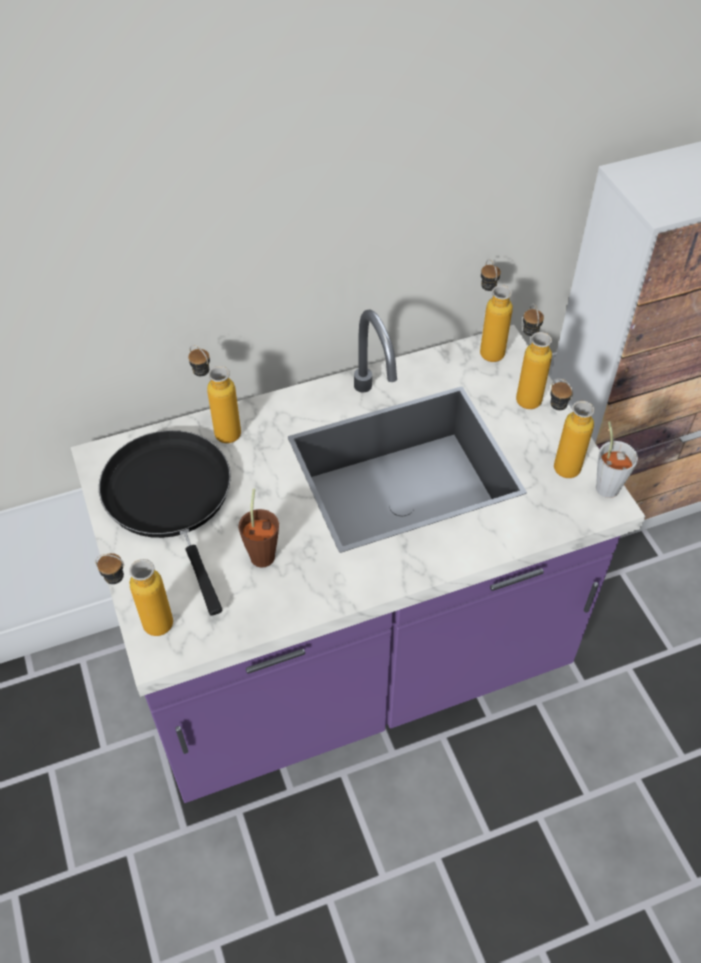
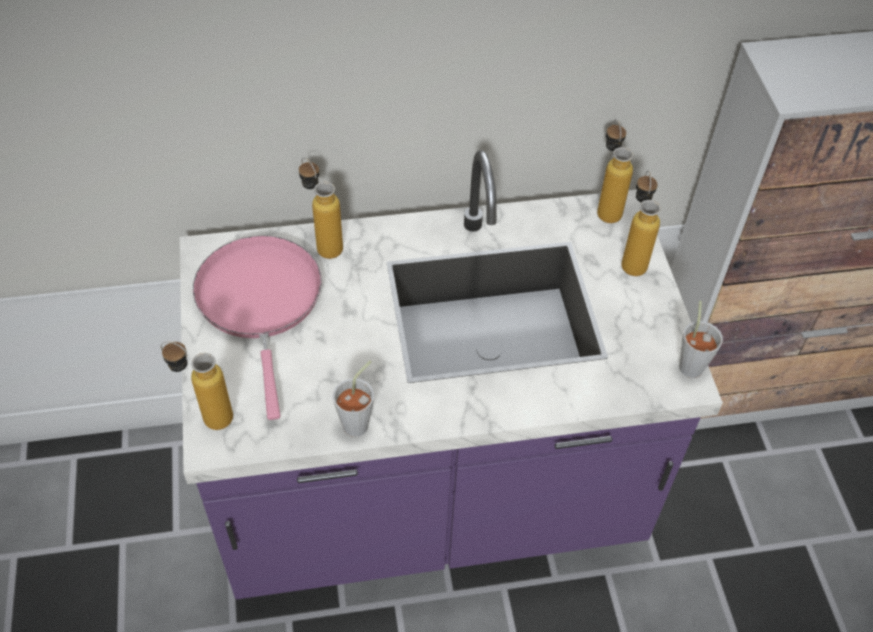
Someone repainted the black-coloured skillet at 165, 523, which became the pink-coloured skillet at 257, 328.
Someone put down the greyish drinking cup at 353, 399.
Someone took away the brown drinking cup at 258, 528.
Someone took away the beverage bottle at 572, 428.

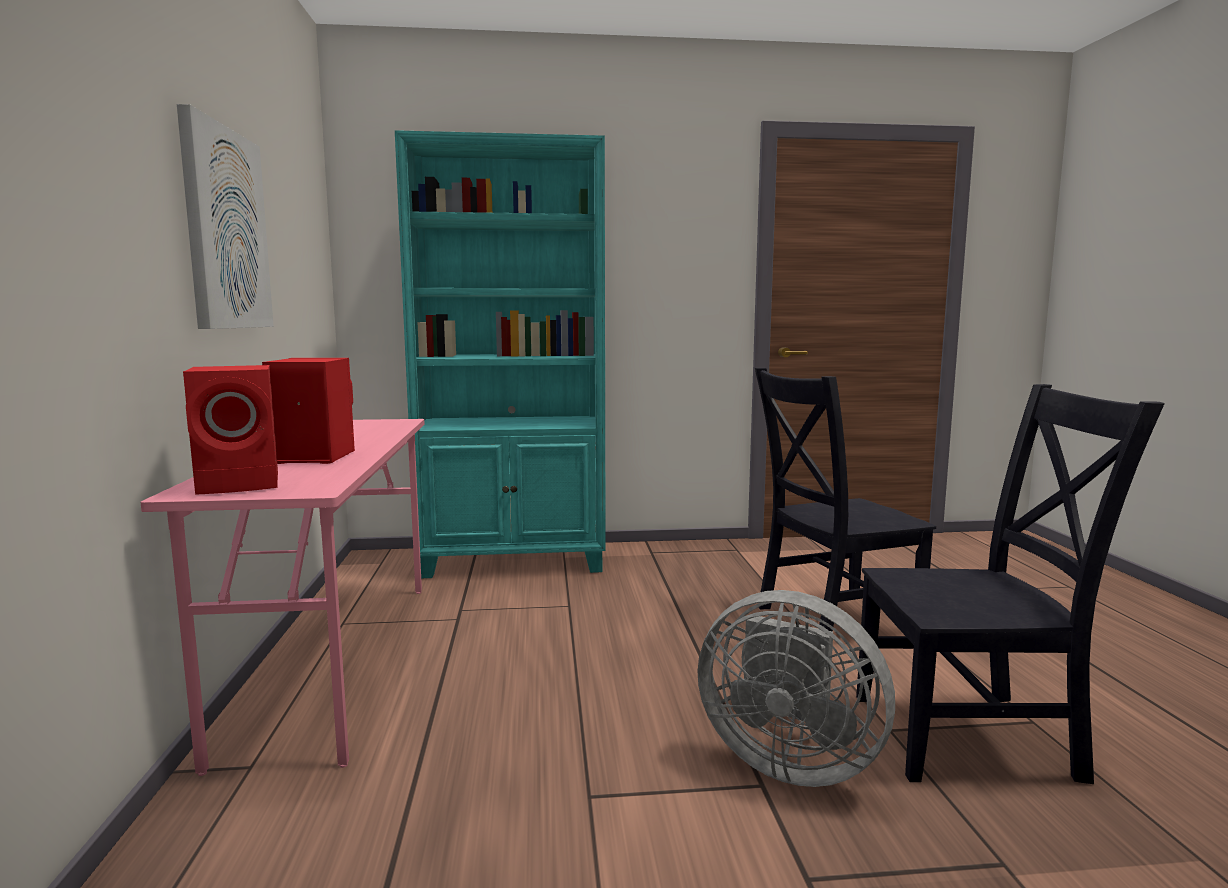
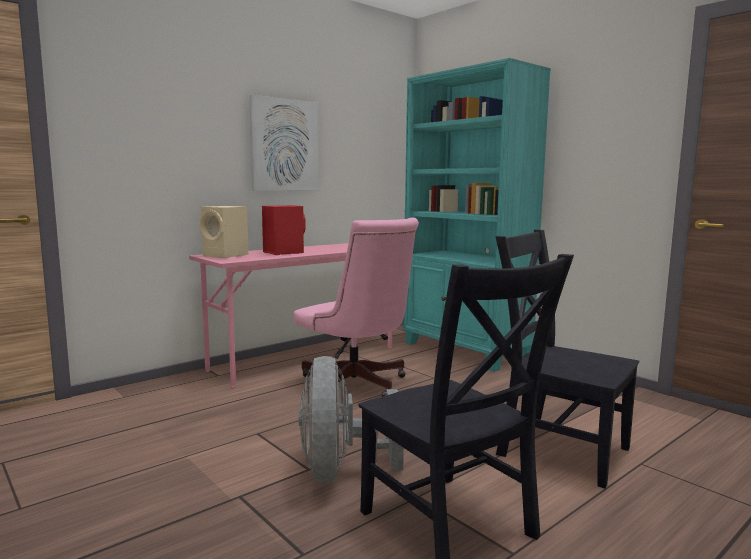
Someone repainted the red loudspeaker at 230, 430, which became the beige-coloured loudspeaker at 224, 232.
Someone put down the pink-coloured computer chair at 356, 307.

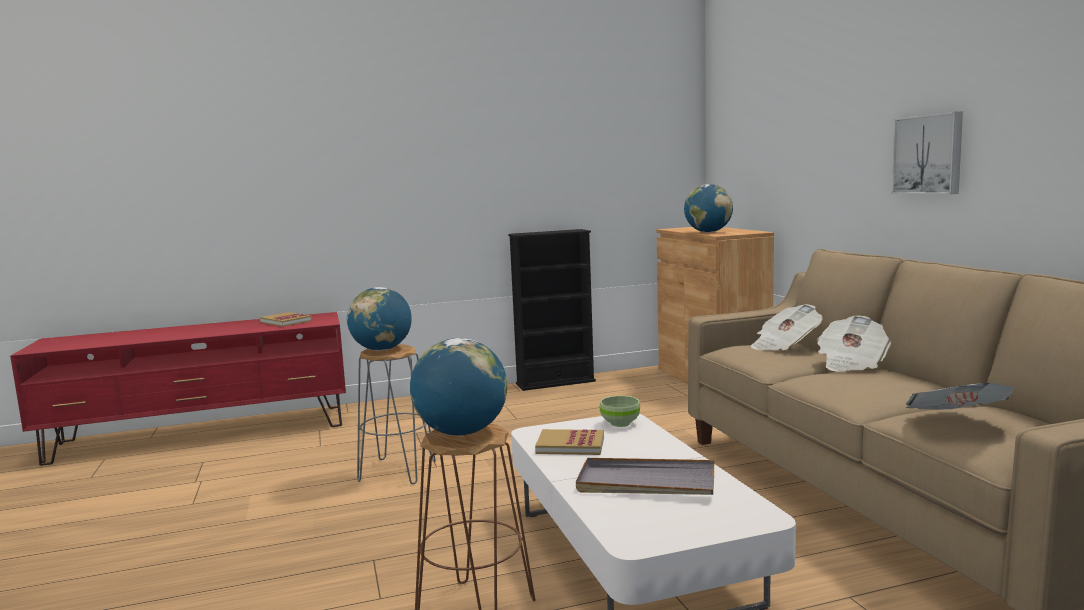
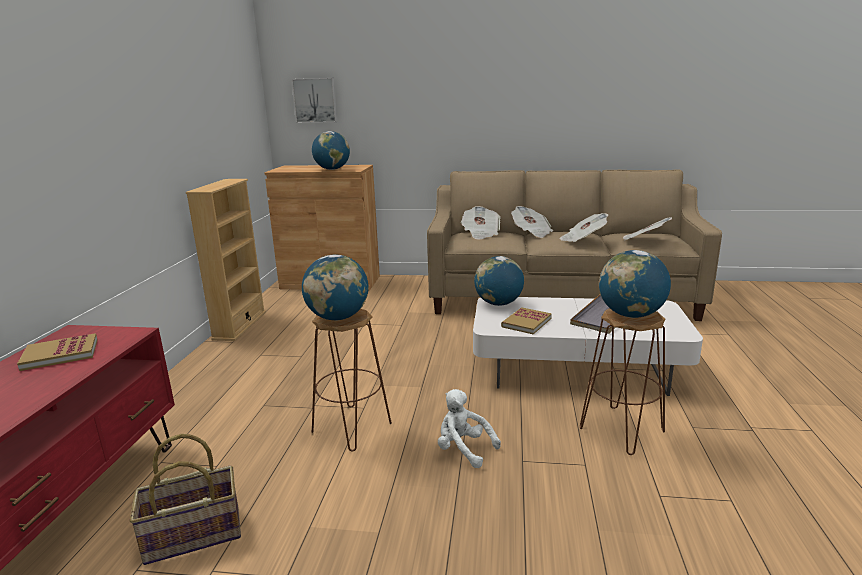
Someone put down the basket at 185, 499.
Someone repainted the black-coloured shelving unit at 552, 310, which became the beige-coloured shelving unit at 226, 260.
Someone carried the wall picture from 927, 153 to 314, 100.
Someone repainted the greyish stool at 396, 414, which became the brown stool at 352, 380.
Someone put down the white cuddly toy at 469, 428.
Someone swapped the greenish bowl at 620, 411 for the desk globe at 499, 281.
Someone put down the newspaper at 584, 227.

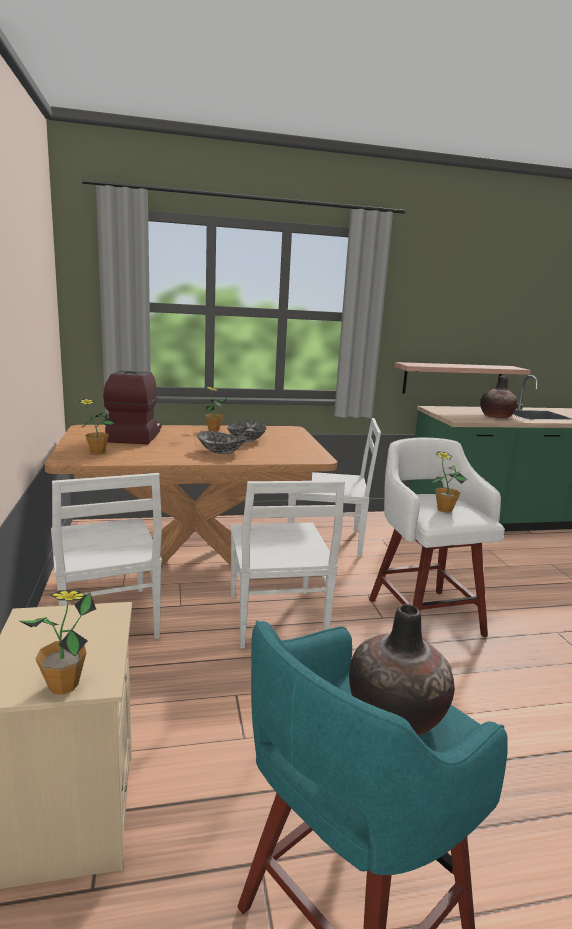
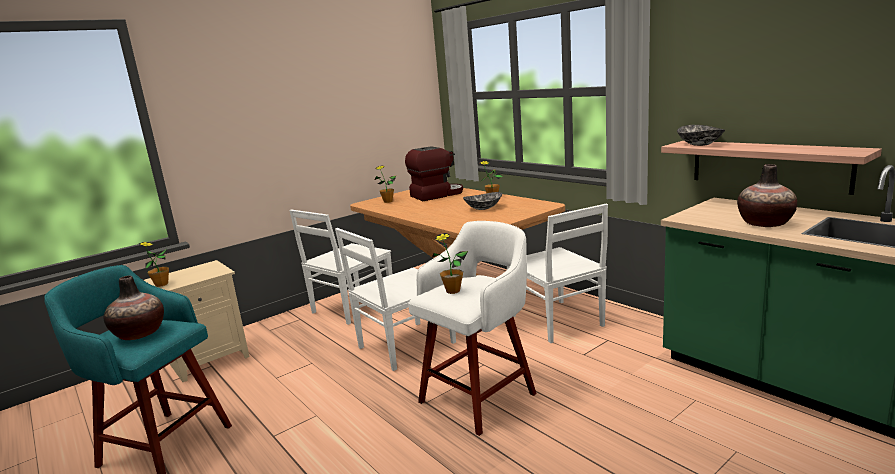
Someone carried the bowl from 221, 442 to 701, 135.

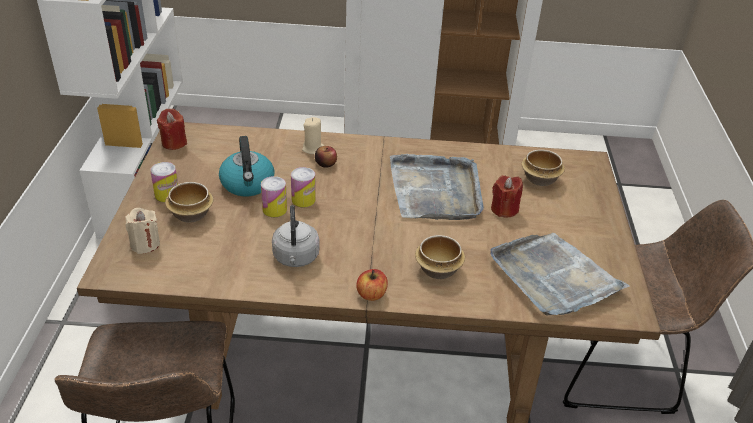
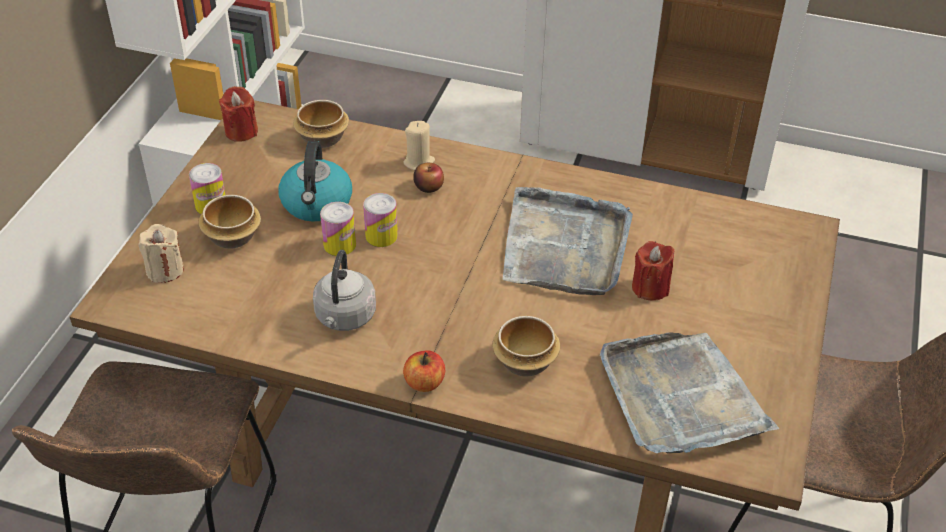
Someone carried the bowl from 543, 167 to 321, 124.

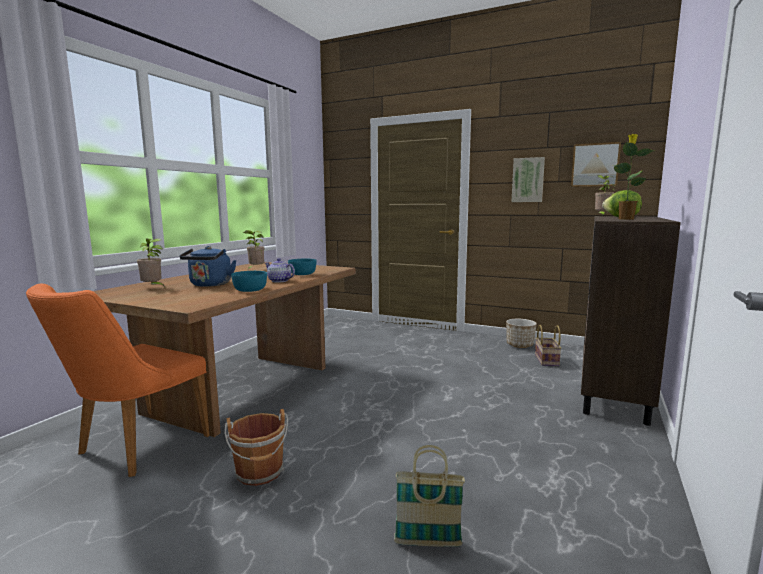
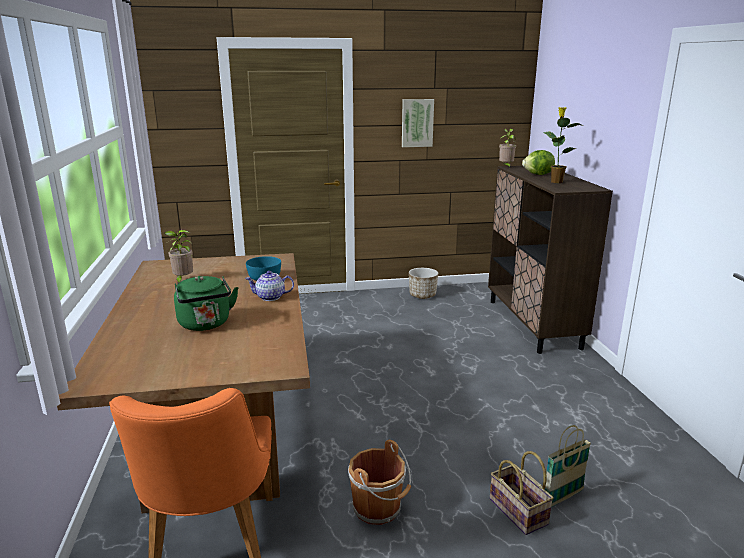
Someone repainted the bluish water kettle at 208, 266, which became the greenish water kettle at 206, 303.
Someone carried the basket from 548, 345 to 522, 493.
Someone took away the houseplant at 151, 262.
Someone took away the turquoise-coloured bowl at 249, 281.
Someone took away the wall picture at 596, 164.

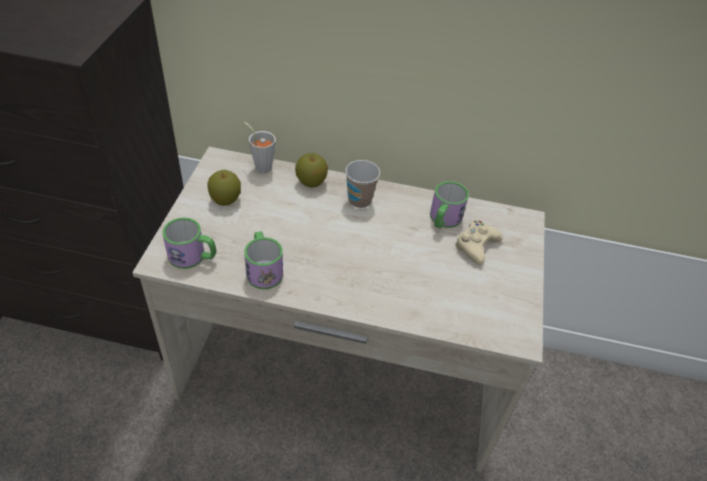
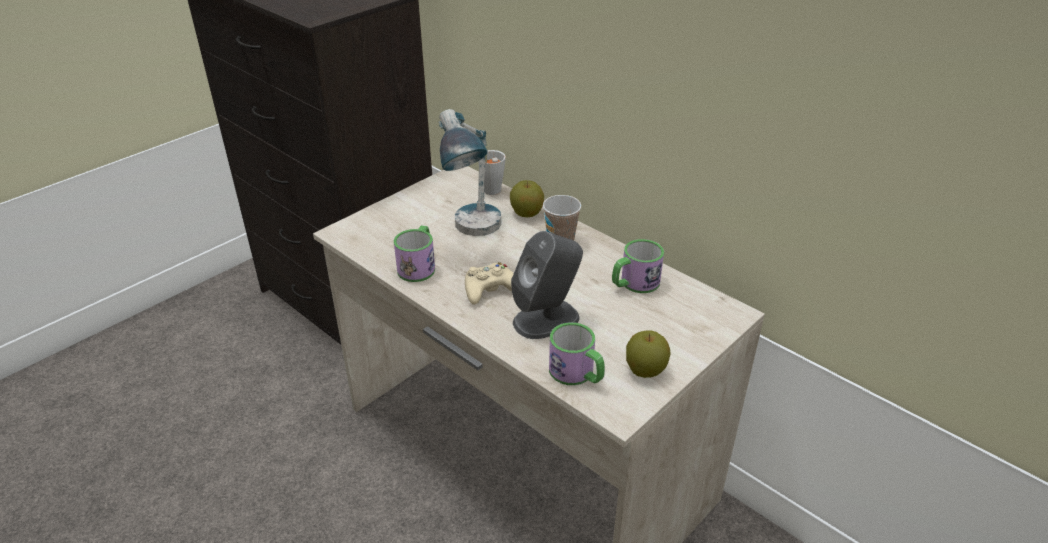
Someone put down the tabletop lamp at 470, 172.
Someone carried the beige-coloured gamepad from 479, 243 to 489, 283.
Someone put down the greyish loudspeaker at 547, 285.
Someone carried the mug from 189, 243 to 577, 353.
Someone carried the whole apple from 224, 188 to 648, 354.

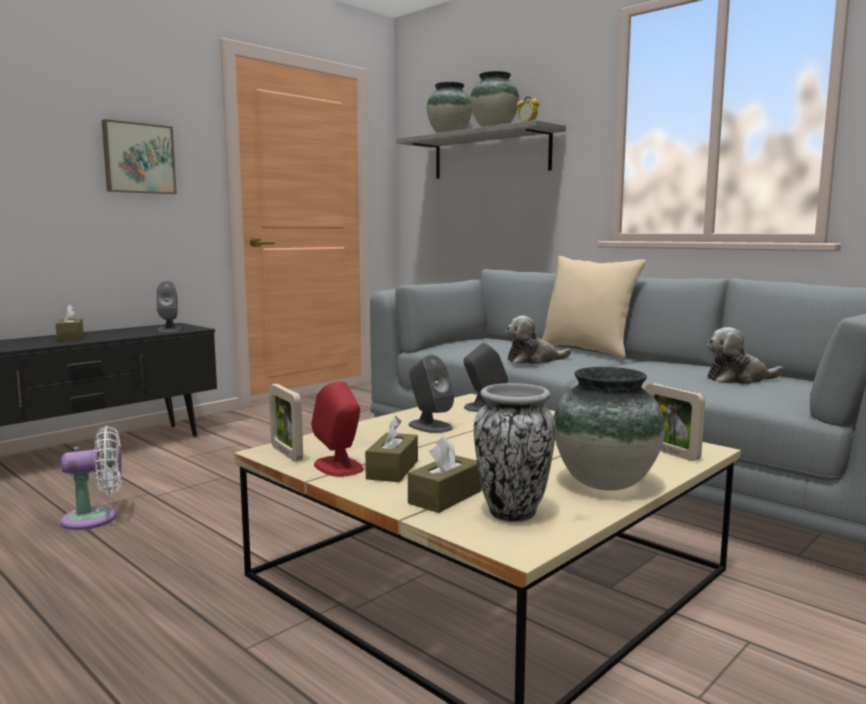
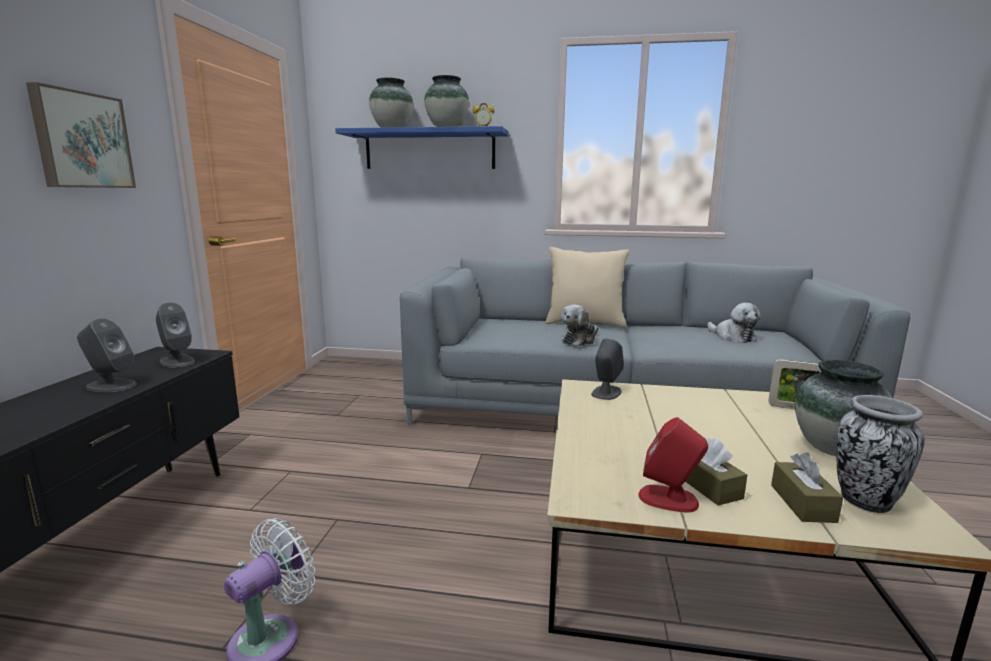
Someone carried the greyish loudspeaker from 431, 394 to 107, 355.
Someone repainted the greyish shelf at 481, 149, which became the bluish shelf at 422, 147.
Someone rotated the cuddly toy at 745, 355 by 75 degrees counterclockwise.
Someone took away the brown tissue holder at 70, 322.
Someone took away the photo frame at 286, 422.

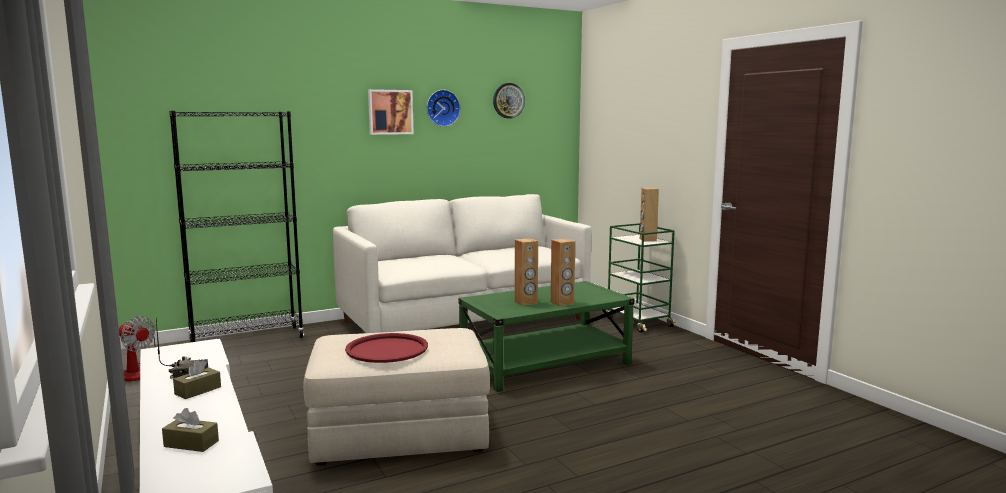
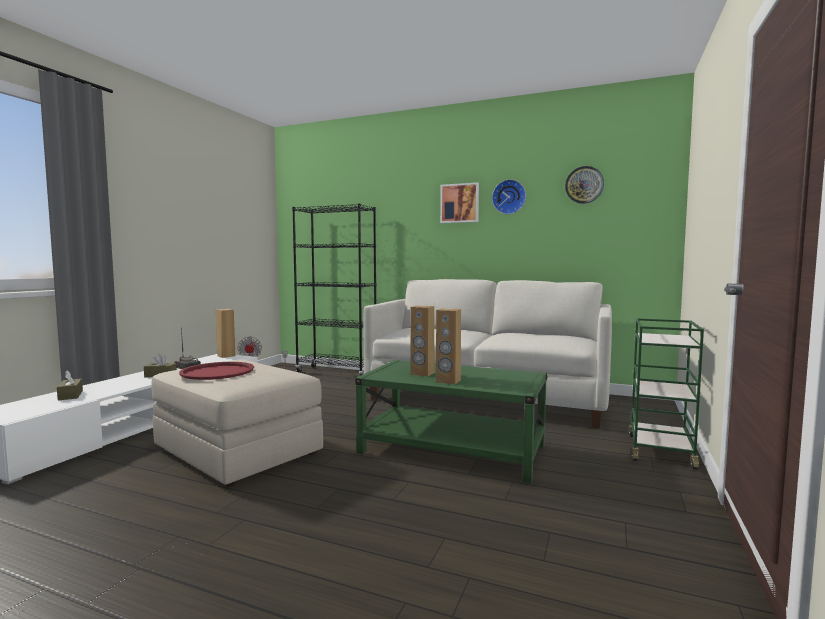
Someone carried the brown loudspeaker from 649, 214 to 226, 333.

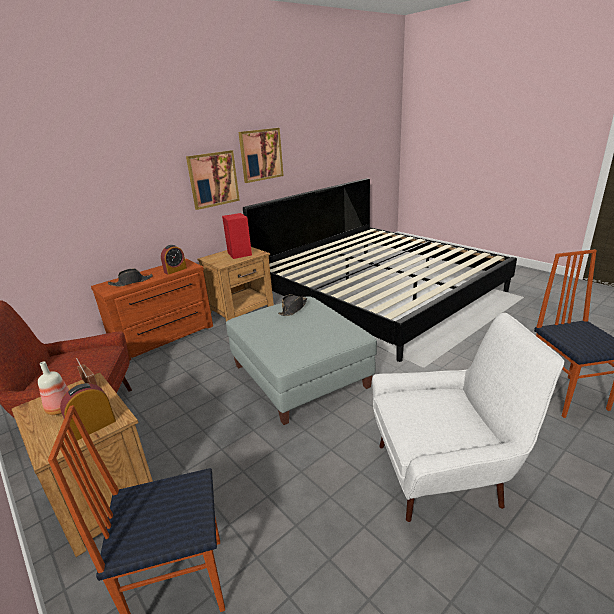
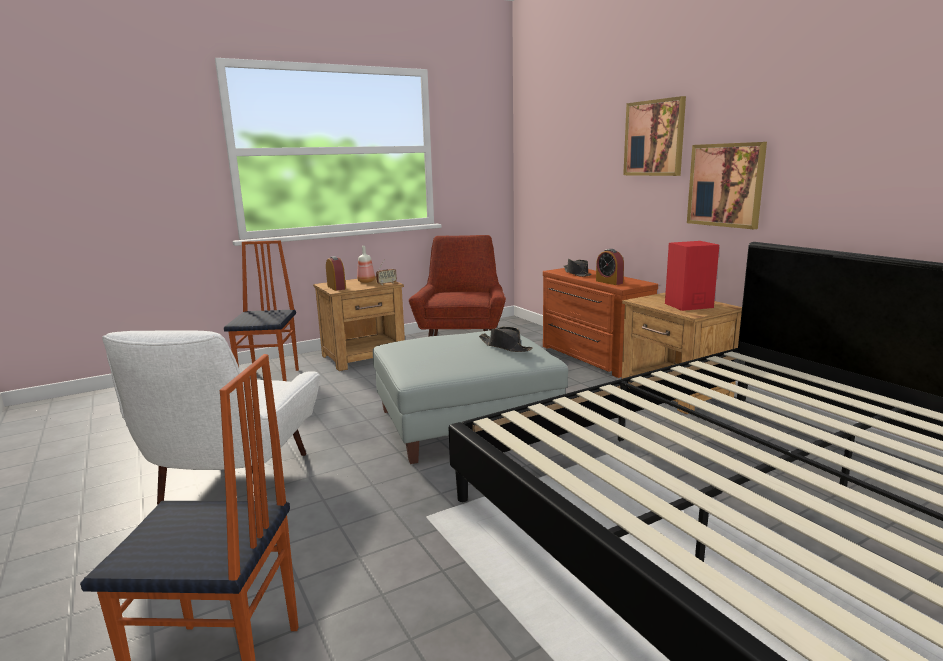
Someone carried the wall picture from 260, 155 to 654, 136.

